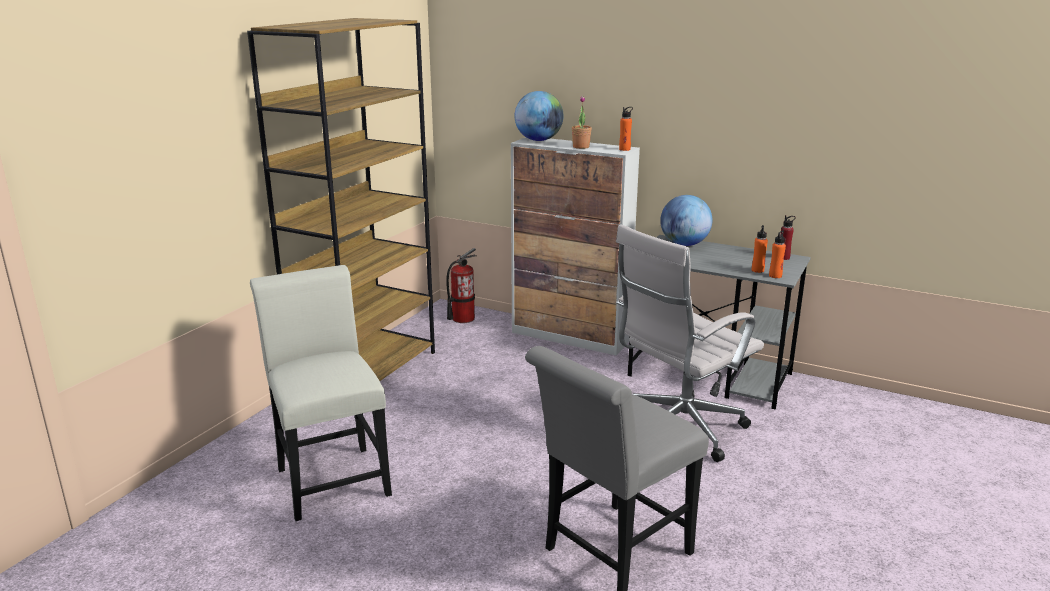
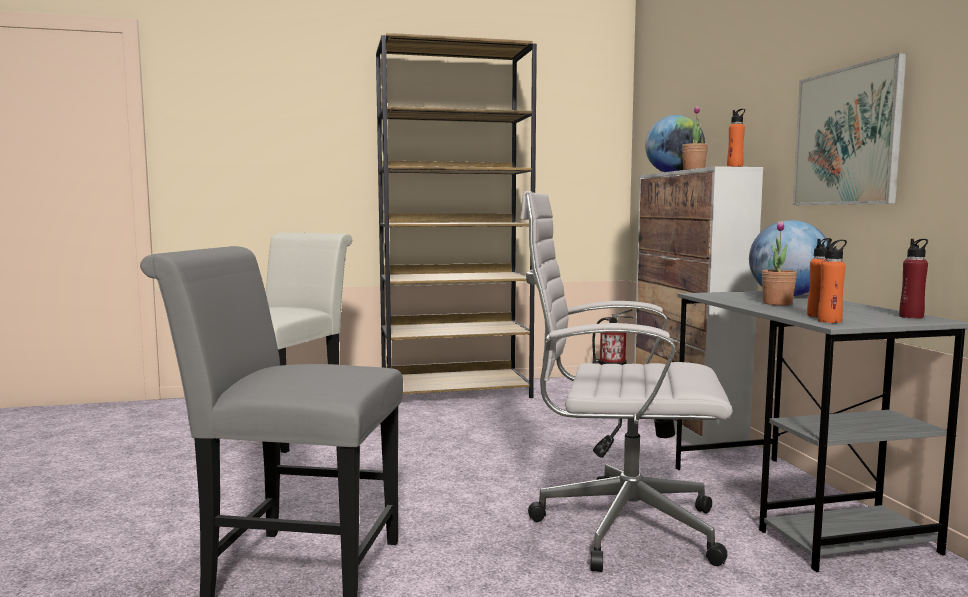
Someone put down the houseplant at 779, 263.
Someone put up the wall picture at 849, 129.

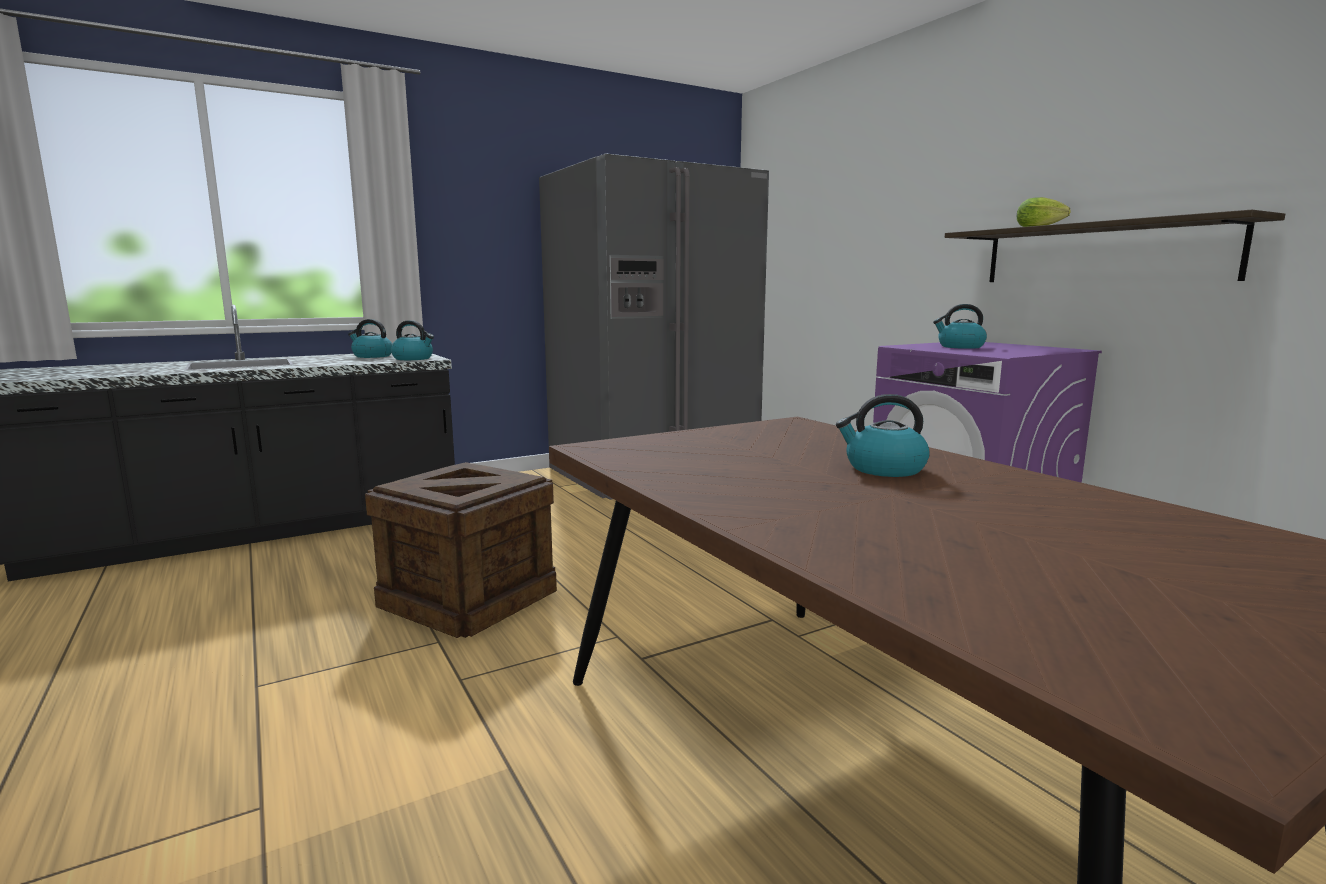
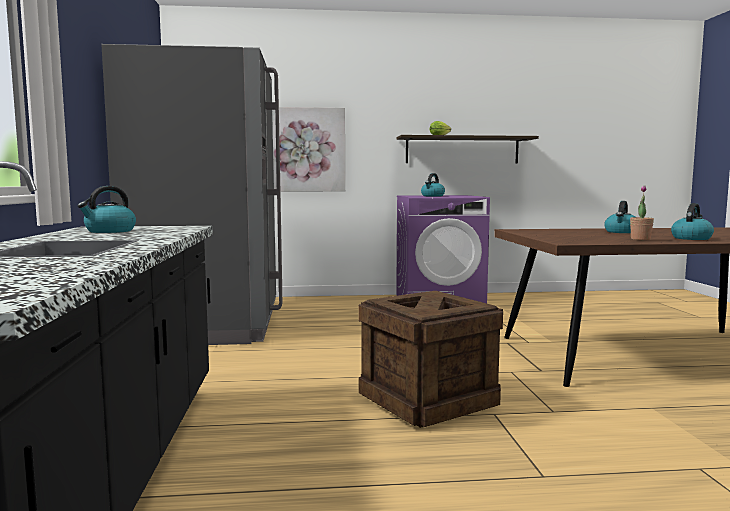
Someone put up the wall picture at 308, 149.
Someone put down the houseplant at 642, 212.
Someone carried the water kettle from 412, 340 to 692, 221.

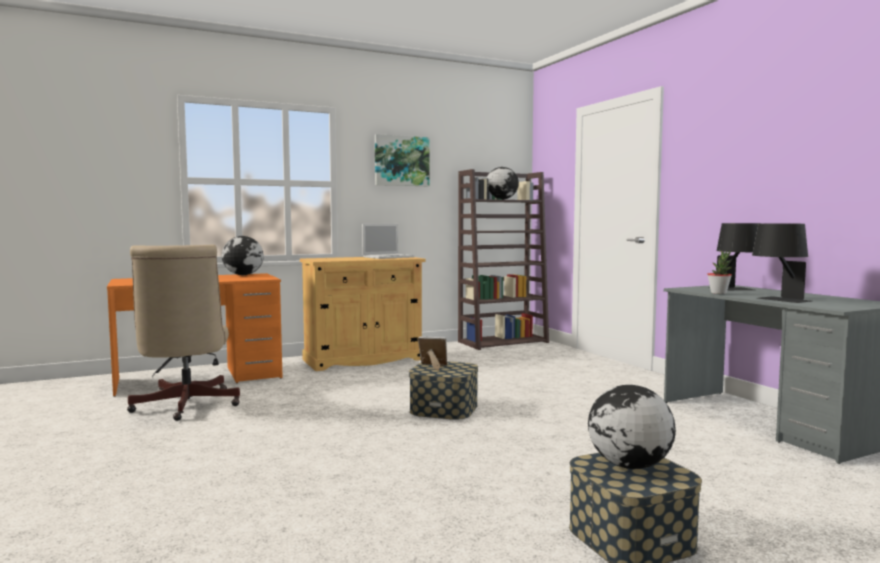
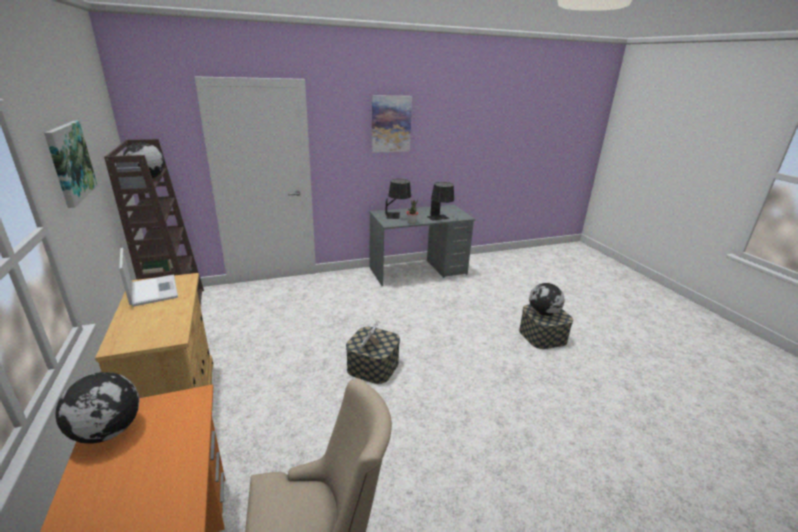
Someone put up the wall picture at 392, 124.

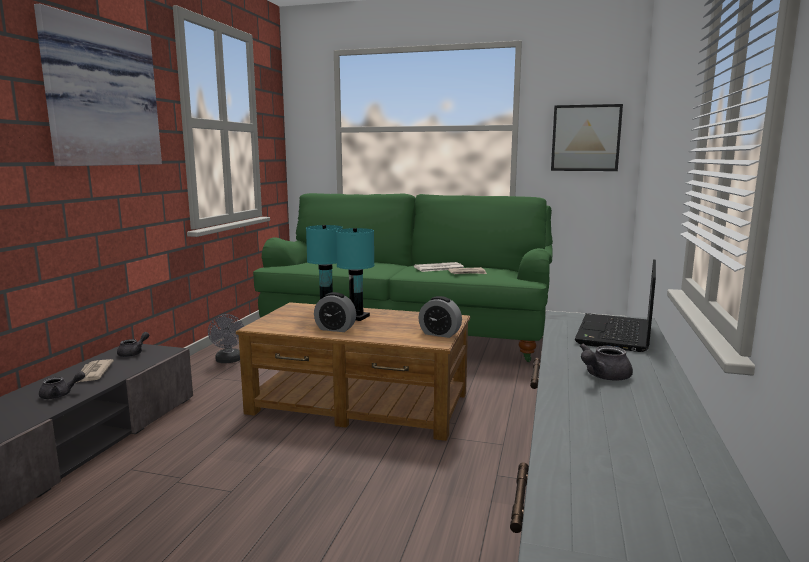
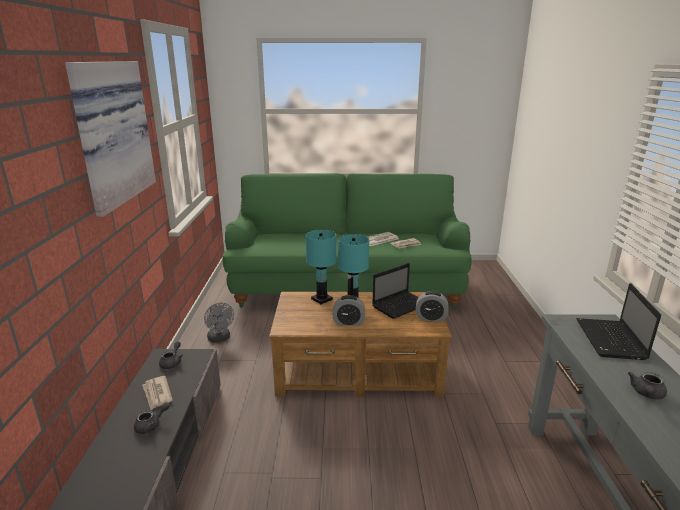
Someone put down the notebook computer at 395, 291.
Someone took away the wall picture at 587, 137.

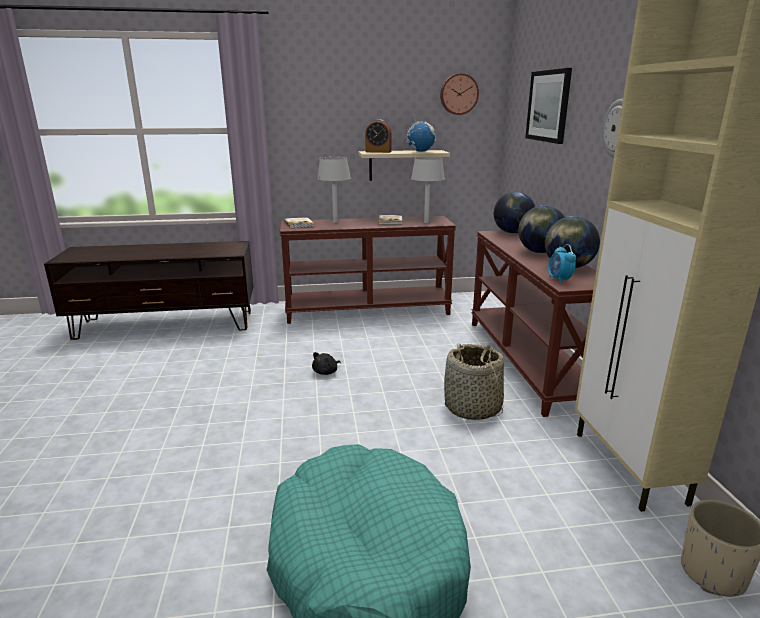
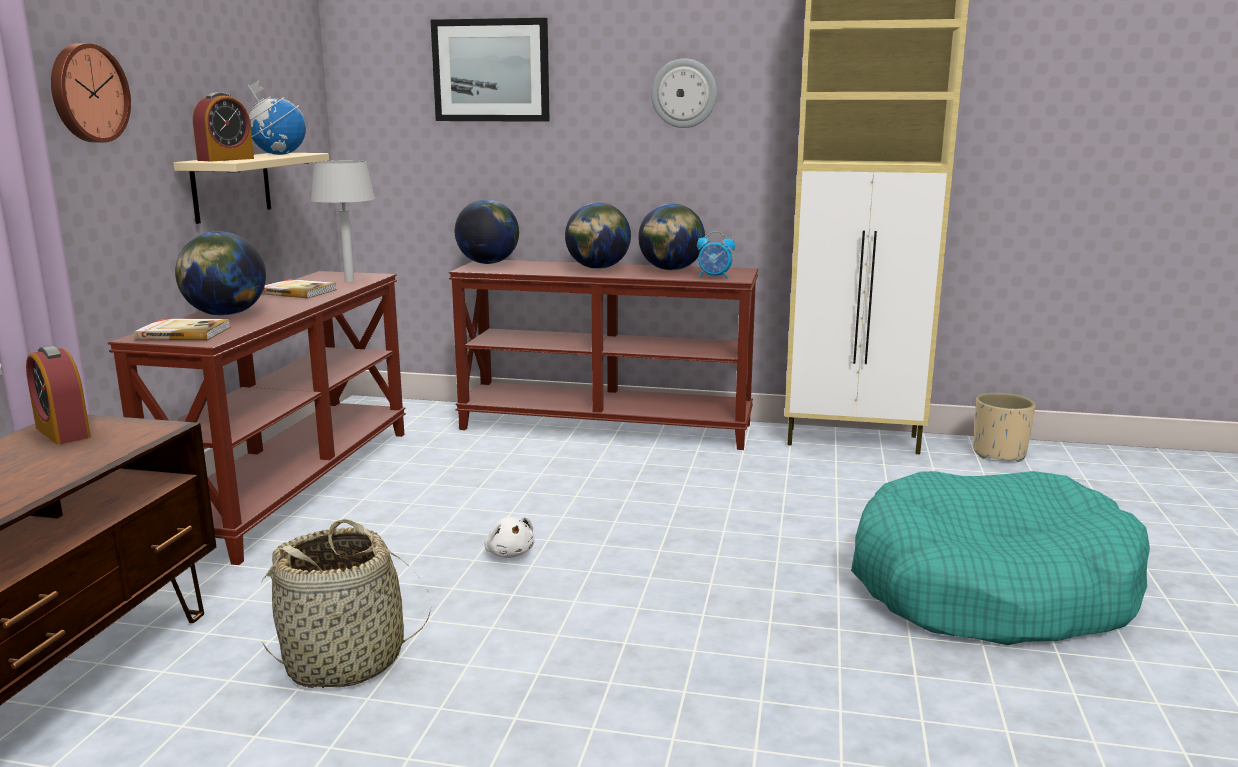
Someone put down the table clock at 58, 395.
Someone carried the hanging clock from 459, 94 to 91, 93.
Someone swapped the greyish tabletop lamp at 334, 190 for the desk globe at 220, 273.
Someone carried the basket from 474, 381 to 346, 603.
Someone repainted the black-coloured cuddly toy at 326, 363, which became the white cuddly toy at 509, 537.

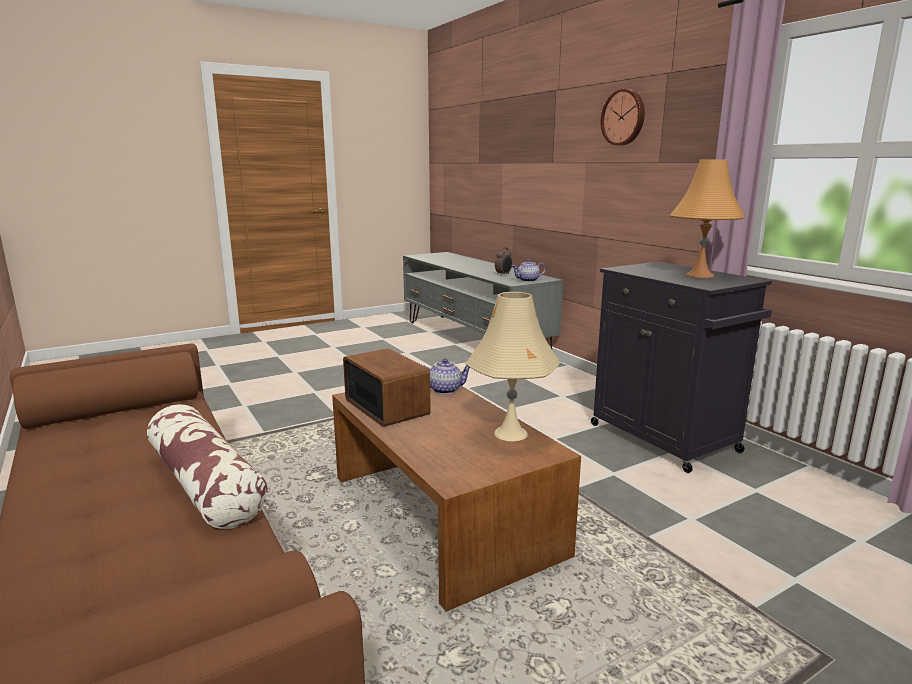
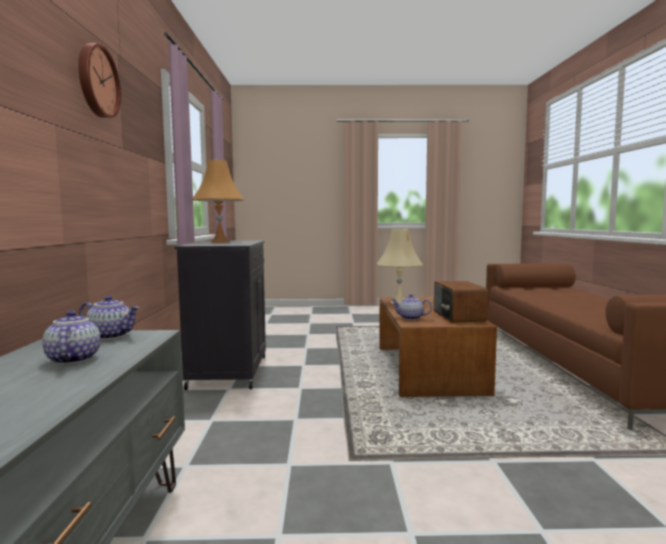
Someone swapped the table clock at 503, 261 for the tea pot at 71, 338.
Someone took away the pillow at 207, 466.

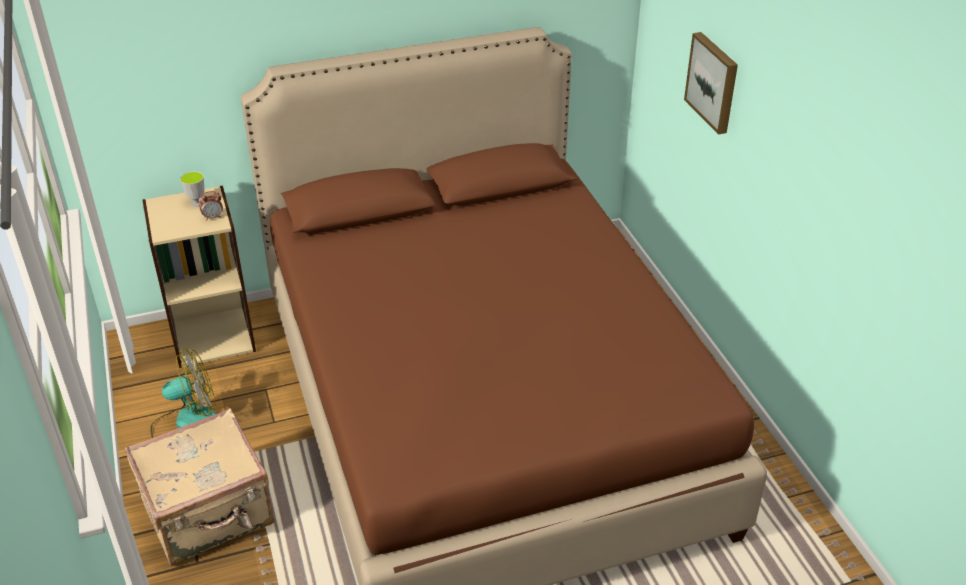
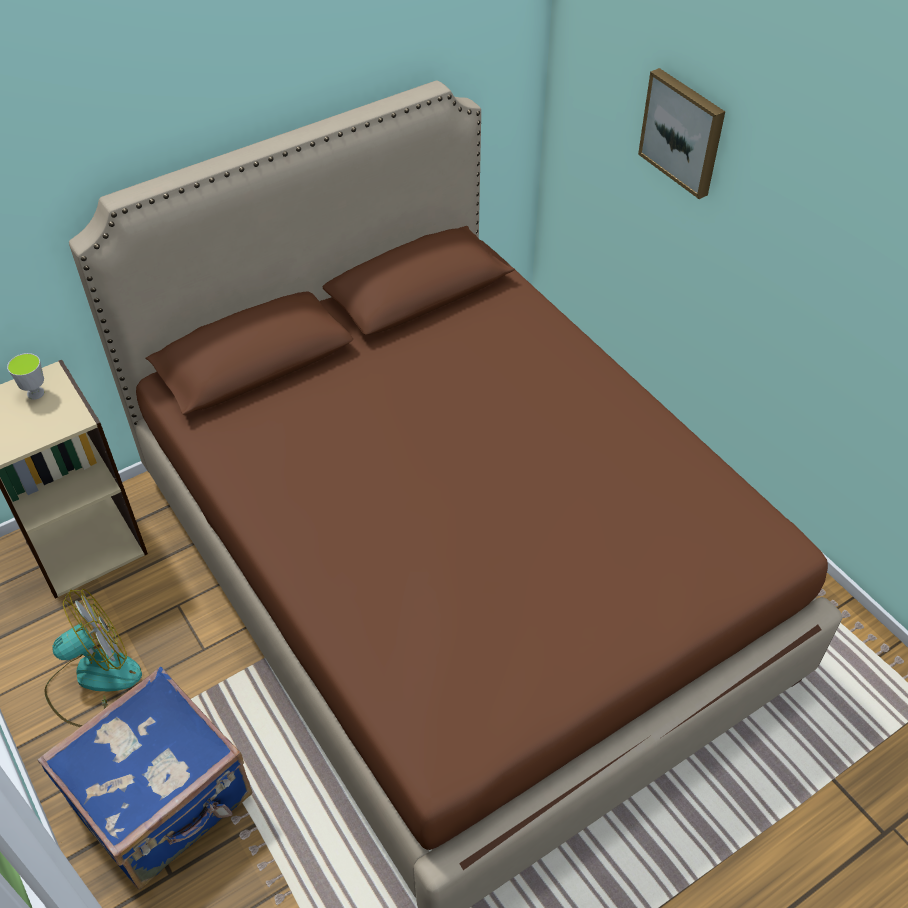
Someone repainted the beige-coloured suitcase at 199, 487, which became the bluish suitcase at 144, 778.
Someone took away the table clock at 211, 205.

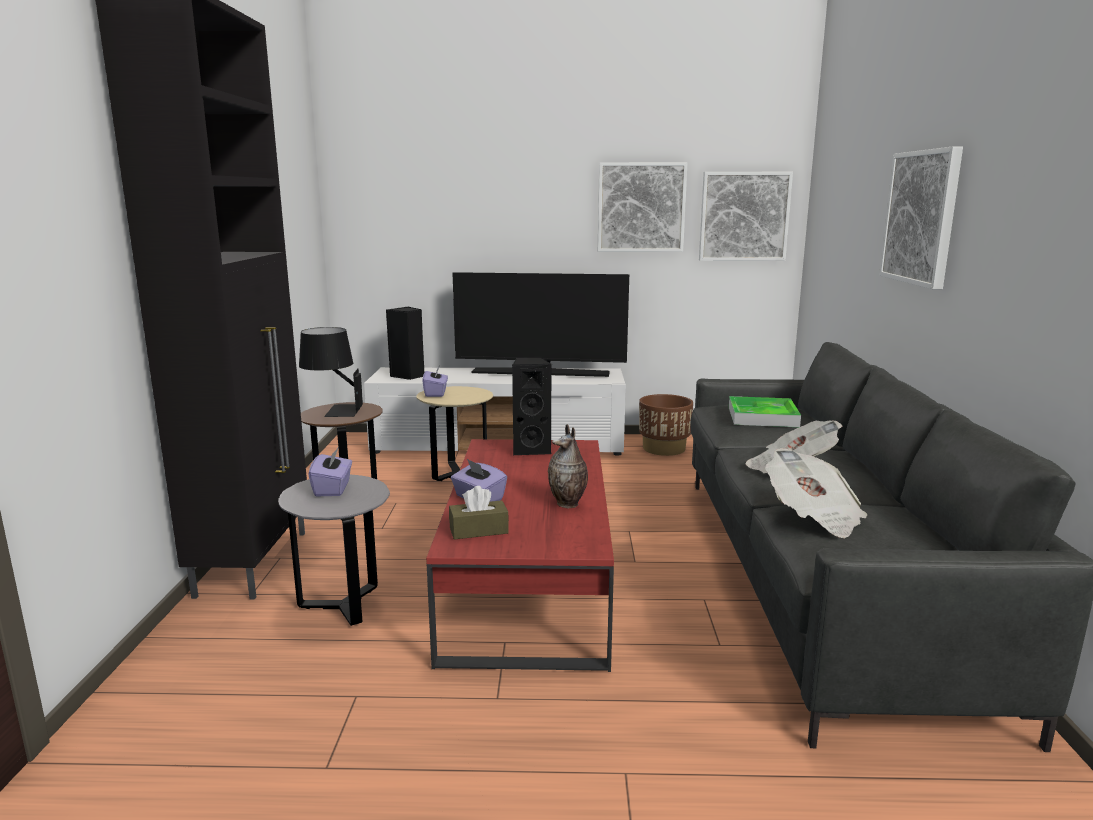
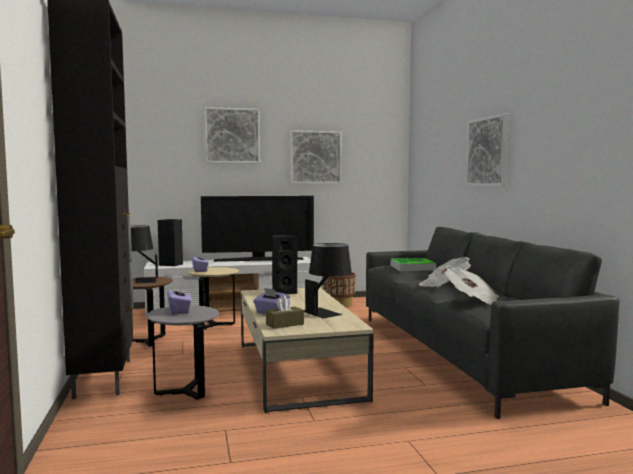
Someone carried the wall picture from 746, 216 to 232, 135.
Someone repainted the red low table at 520, 555, which became the beige-coloured low table at 307, 350.
Someone swapped the vase at 568, 466 for the black-coloured tabletop lamp at 328, 280.

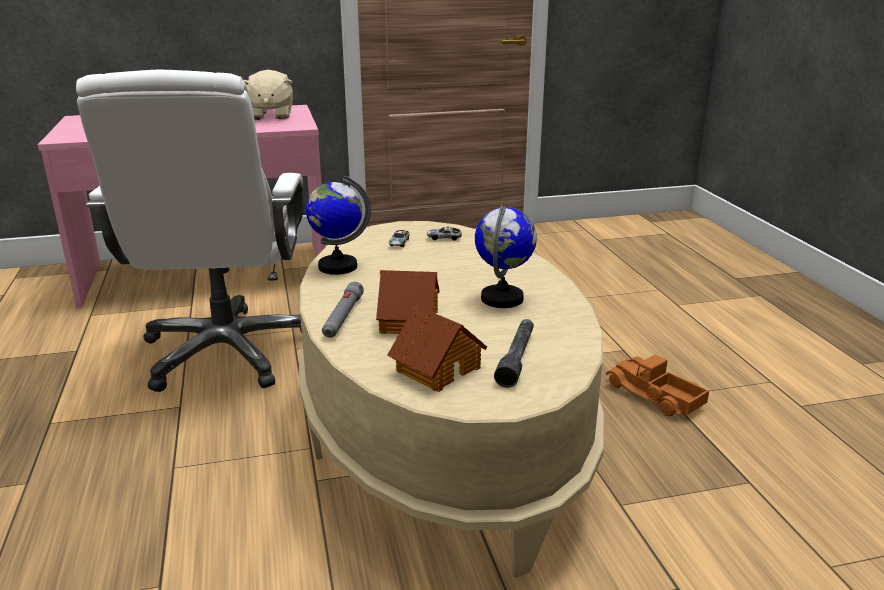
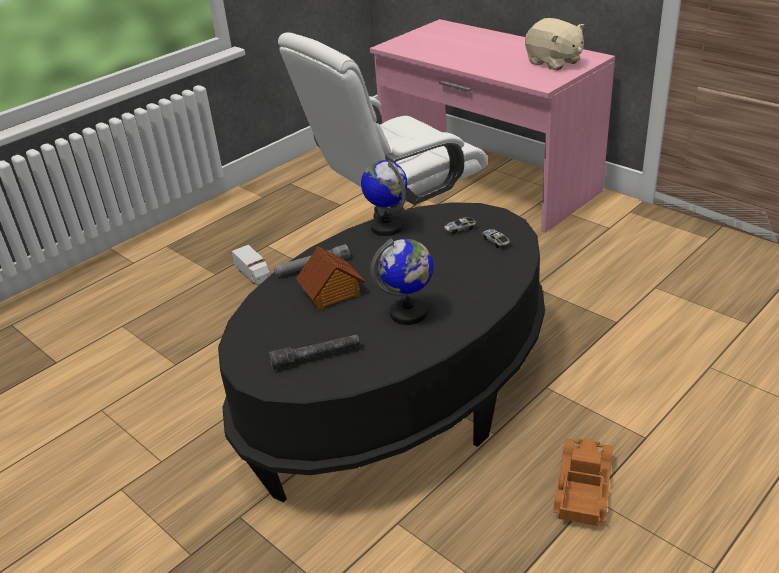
Someone repainted the beige-coloured low table at 452, 399, which became the black-coloured low table at 381, 352.
Someone put down the model truck at 250, 265.
Someone rotated the beige-coloured cuddly toy at 268, 95 by 90 degrees counterclockwise.
Someone took away the model house at 437, 348.

